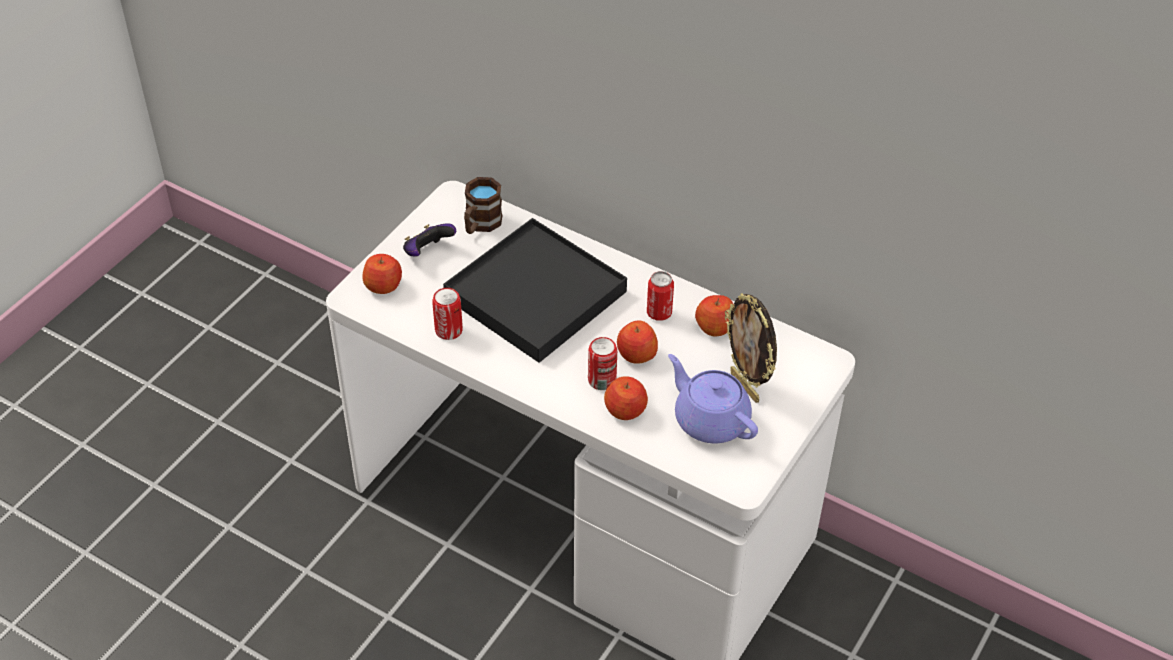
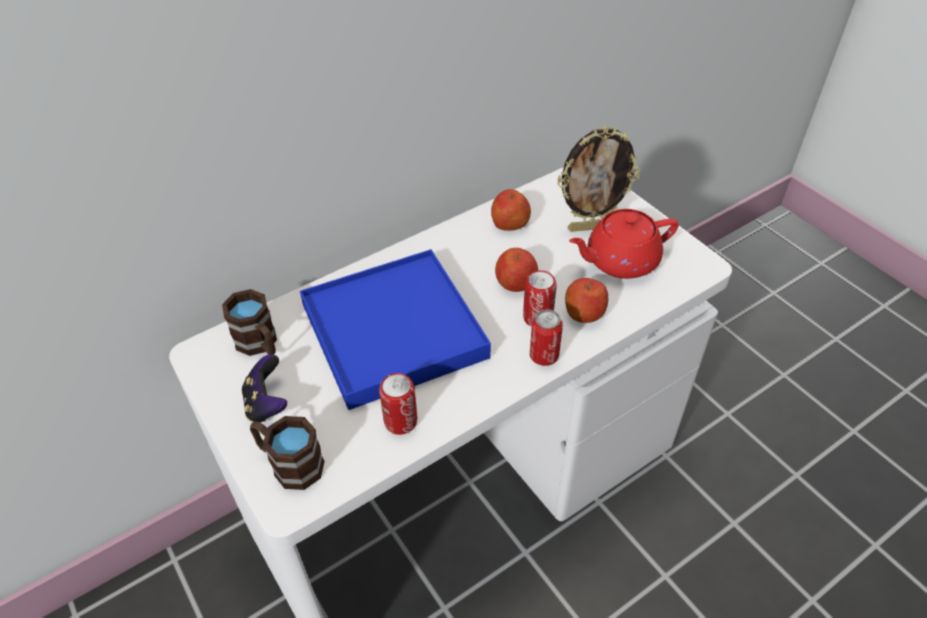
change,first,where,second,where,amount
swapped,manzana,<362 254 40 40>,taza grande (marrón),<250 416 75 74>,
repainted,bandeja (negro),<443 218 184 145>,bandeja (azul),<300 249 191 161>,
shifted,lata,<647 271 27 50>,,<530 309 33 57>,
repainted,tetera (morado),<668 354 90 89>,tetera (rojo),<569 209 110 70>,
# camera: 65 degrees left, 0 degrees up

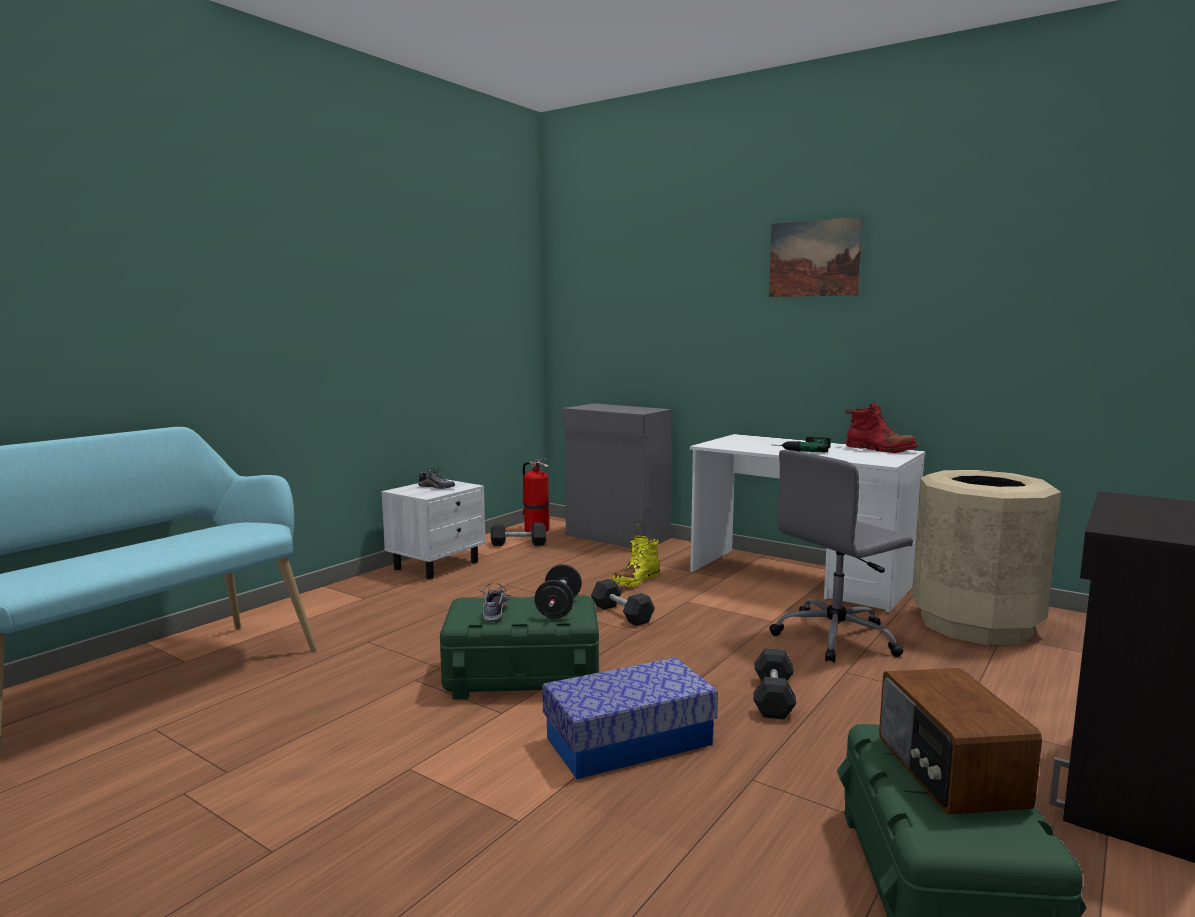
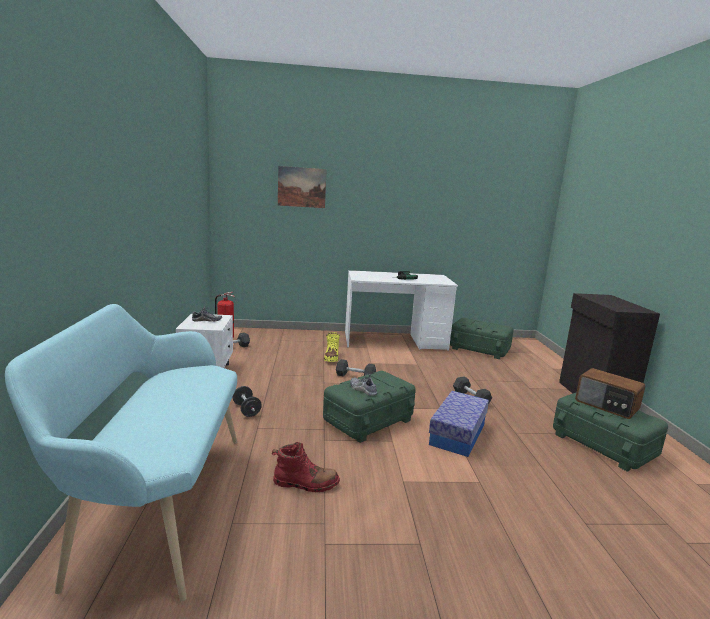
change,first,where,second,where,amount
shifted,mancuerna (negro),<534 564 48 54>,,<233 386 29 31>,
shifted,bota (rojo),<846 402 72 51>,,<272 442 68 50>,
shifted,cuadro,<769 217 94 80>,,<278 166 49 42>,
swapped,papelera (beis),<912 470 149 175>,caja de almacenaje (verde),<450 318 64 41>,
gone,armario (gris),<562 403 110 145>,,,
gone,silla de oficina (gris),<769 450 144 213>,,,
# camera: 40 degrees left, 5 degrees up

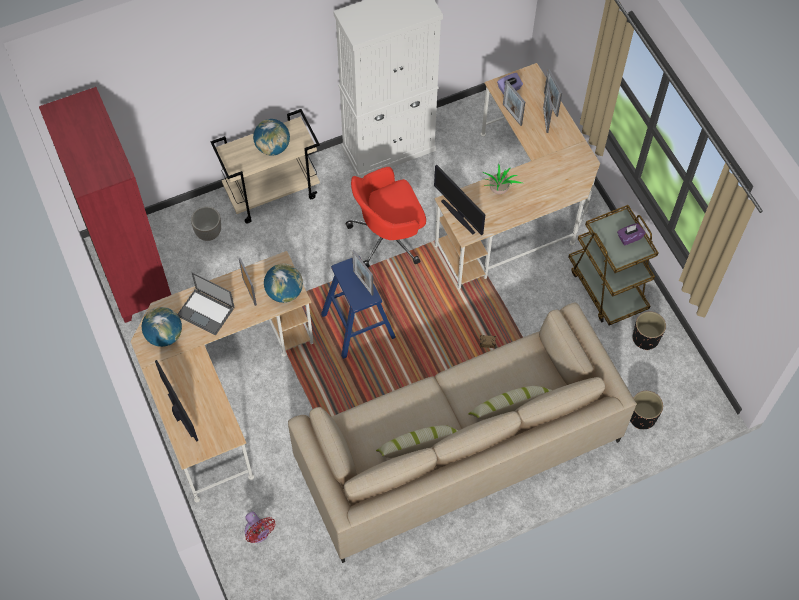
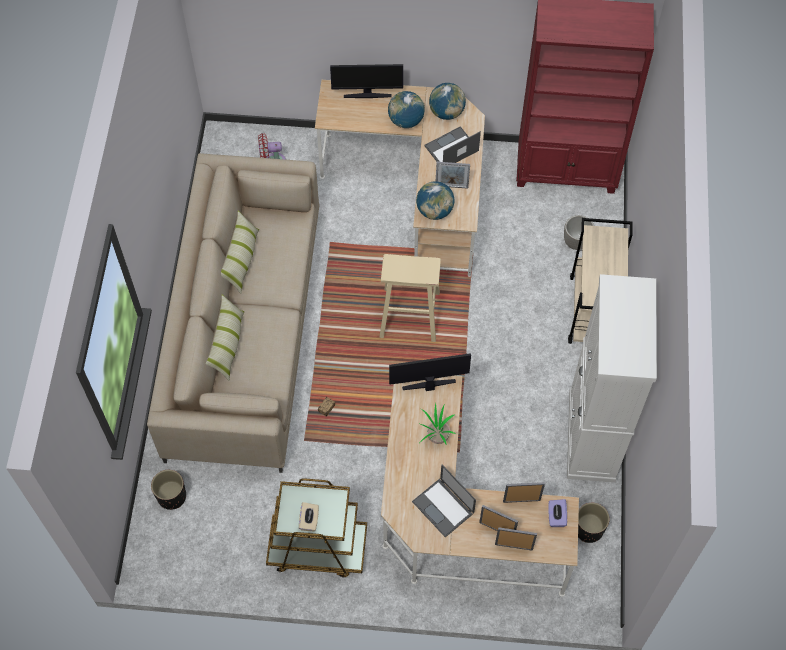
change,first,where,second,where,amount
repainted,caja de pañuelos (morado),<617 223 28 23>,caja de pañuelos (beis),<299 502 20 29>,
repainted,taburete (azul),<321 256 75 103>,taburete (beis),<379 254 62 88>,
shifted,globo terráqueo,<253 119 37 37>,,<388 91 37 37>,
new,,,portátil,<412 465 64 72>,
shifted,maceta (negro),<633 311 33 39>,,<578 503 32 40>,
gone,silla de oficina (rojo),<345 167 81 100>,,,
gone,portarretratos,<352 250 22 46>,,,
# camera: 120 degrees right, 0 degrees up

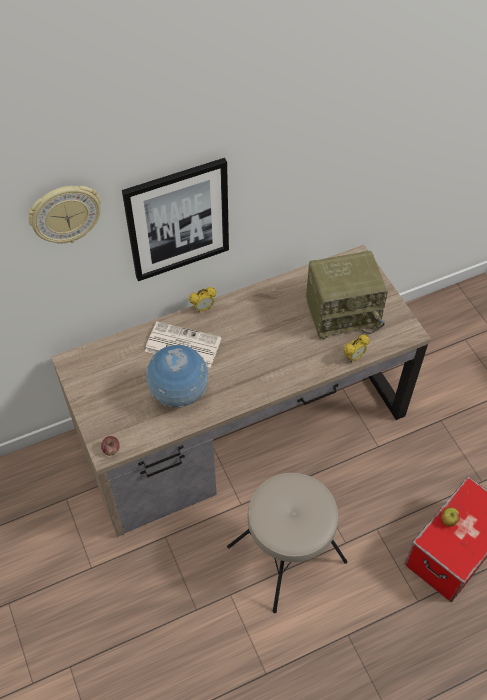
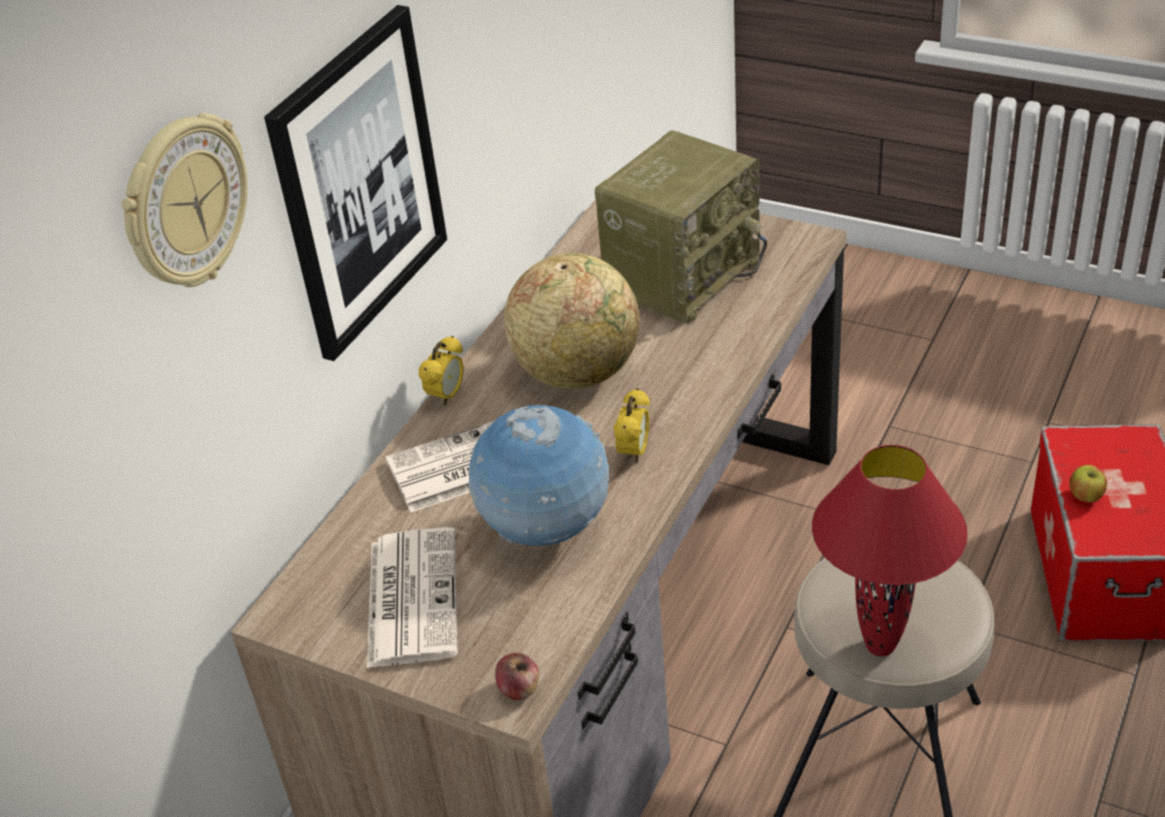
change,first,where,second,where,amount
new,,,periódico,<367 527 91 141>,
new,,,globo terráqueo,<504 253 136 136>,
shifted,despertador,<344 335 26 27>,,<613 388 37 75>,
new,,,lámpara de mesa (rojo),<812 445 156 211>,
# camera: 35 degrees left, 15 degrees down

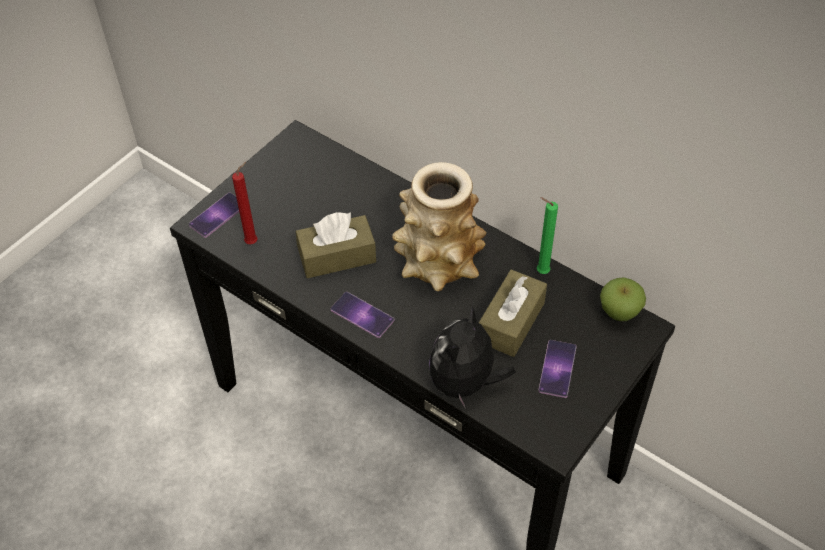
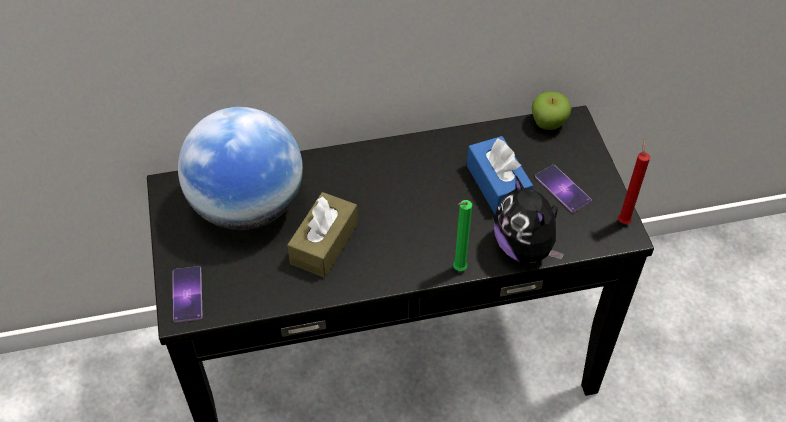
change,first,where,second,where,amount
new,,,globo terráqueo,<178 107 125 123>,
shifted,vela (verde),<537 197 21 77>,,<453 200 19 71>,
repainted,caja de pañuelos (marrón),<479 269 68 88>,caja de pañuelos (azul),<467 136 66 78>,
shifted,vela (rojo),<232 162 26 82>,,<618 139 32 85>,
gone,móvil,<331 292 64 46>,,,
gone,florero,<392 162 94 129>,,,
# camera: 50 degrees left, 0 degrees up

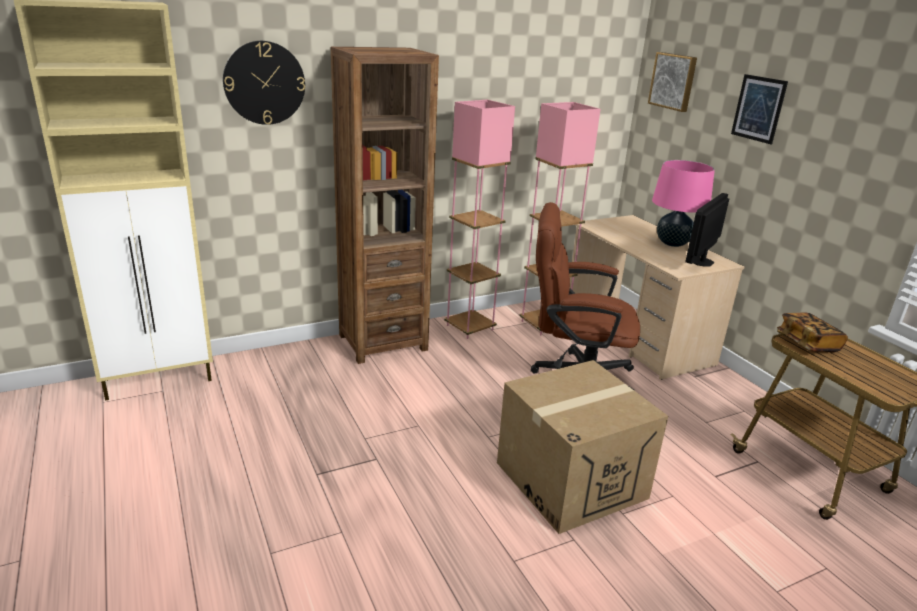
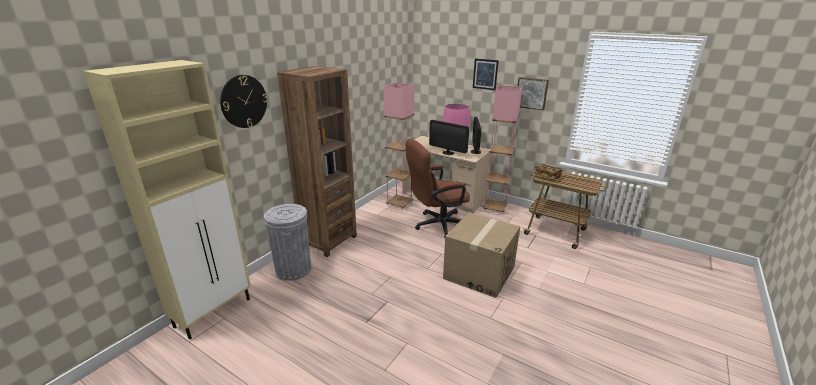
change,first,where,second,where,amount
new,,,papelera (gris),<264 204 47 77>,
new,,,monitor,<429 120 40 35>,
shifted,lámpara de pie (rosa),<444 100 71 239>,,<483 85 39 129>,
shifted,cuadro,<648 52 49 60>,,<517 77 32 33>,
# camera: 30 degrees left, 0 degrees up

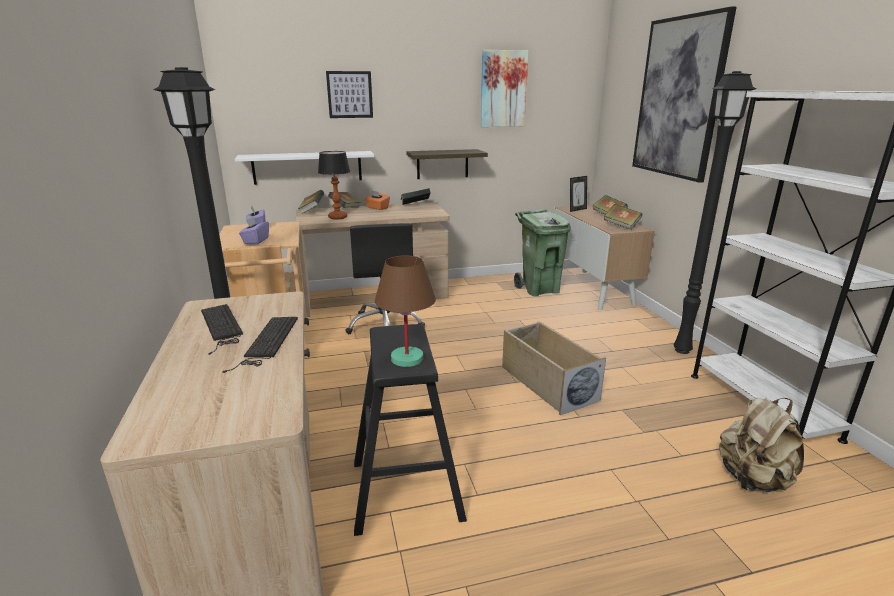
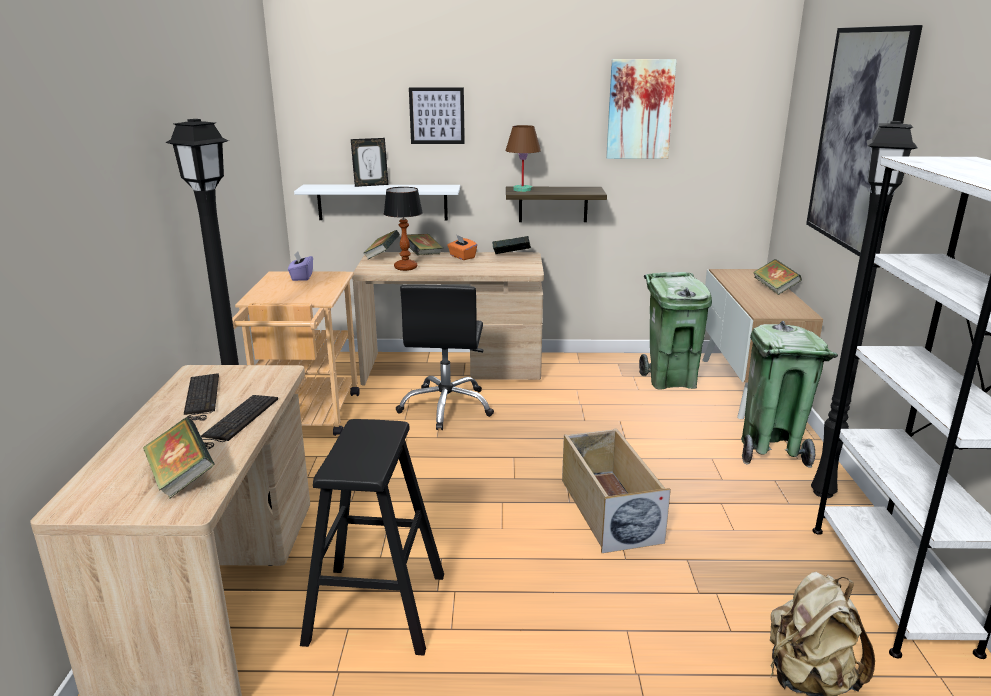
change,first,where,second,where,amount
shifted,libro,<604 204 38 26>,,<143 418 71 80>,
shifted,portarretratos,<570 176 17 36>,,<351 138 37 49>,
shifted,lámpara de mesa (marrón),<375 256 61 111>,,<506 125 35 67>,
new,,,papelera (verde),<741 321 97 147>,
gone,caja de pañuelos (morado),<239 216 30 28>,,,
# camera: 15 degrees right, 0 degrees up

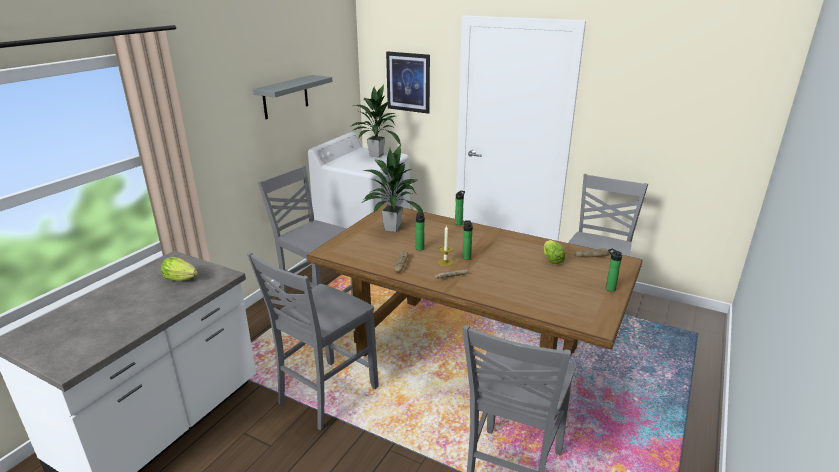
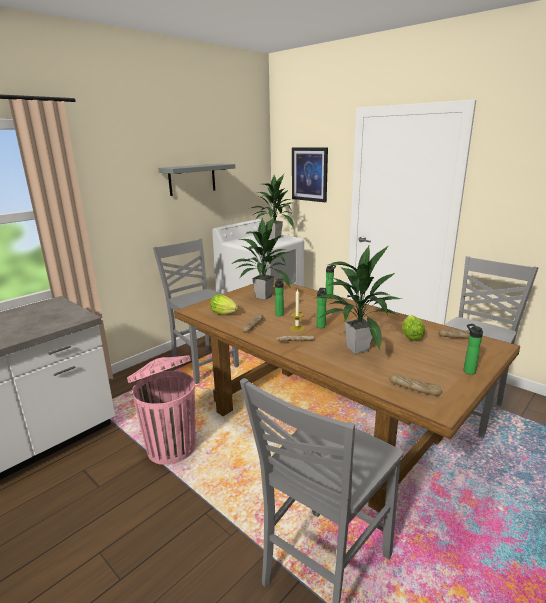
change,first,where,second,where,amount
swapped,silla (gris),<247 252 131 178>,papelera (rosa),<127 355 69 110>,
shifted,lechuga,<161 257 37 24>,,<210 294 28 21>,
new,,,planta en maceta,<316 245 85 109>,
new,,,pan,<389 374 53 22>,
# camera: 15 degrees right, 5 degrees down

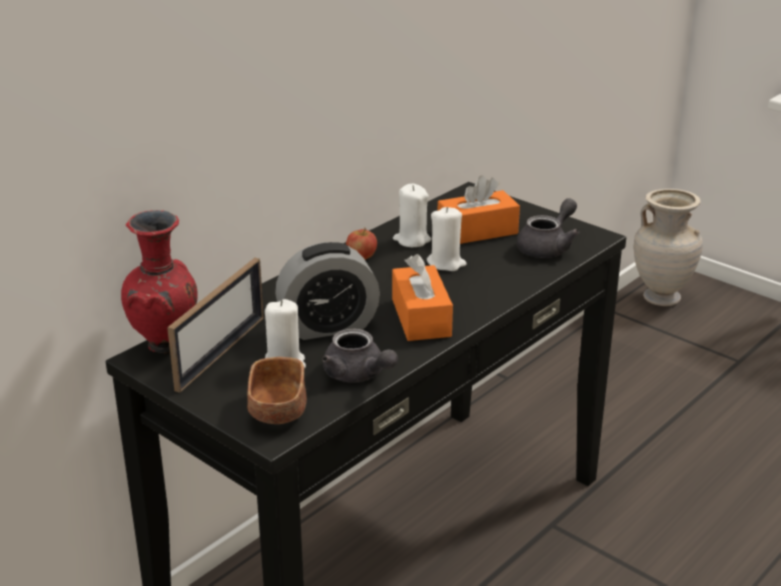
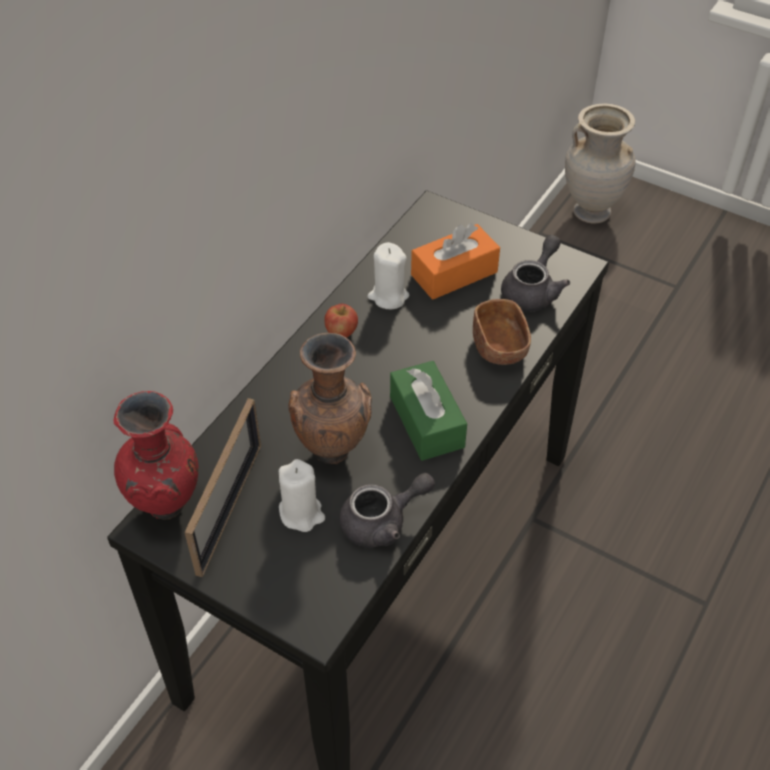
change,first,where,second,where,amount
swapped,despertador,<275 242 105 98>,florero (marrón),<288 333 84 131>,
rotated,tetera (gris),<322 329 76 54>,,<339 473 96 74>,60 degrees counterclockwise
repainted,caja de pañuelos (naranja),<392 254 61 87>,caja de pañuelos (verde),<390 361 77 100>,
shifted,cuenco (marrón),<247 357 60 67>,,<473 299 58 66>,
gone,vela (blanco),<427 207 39 64>,,,
# camera: 10 degrees left, 20 degrees up

